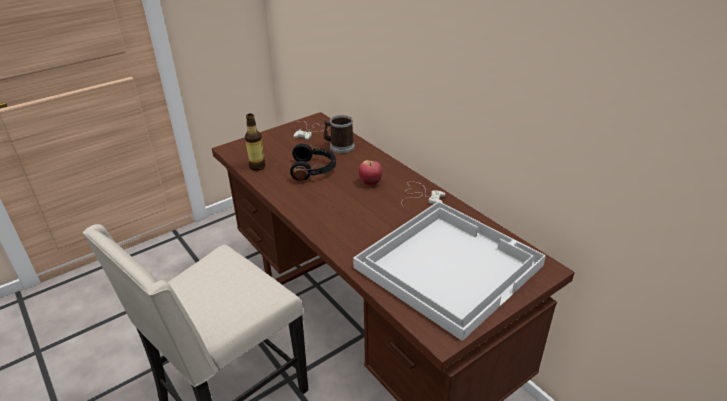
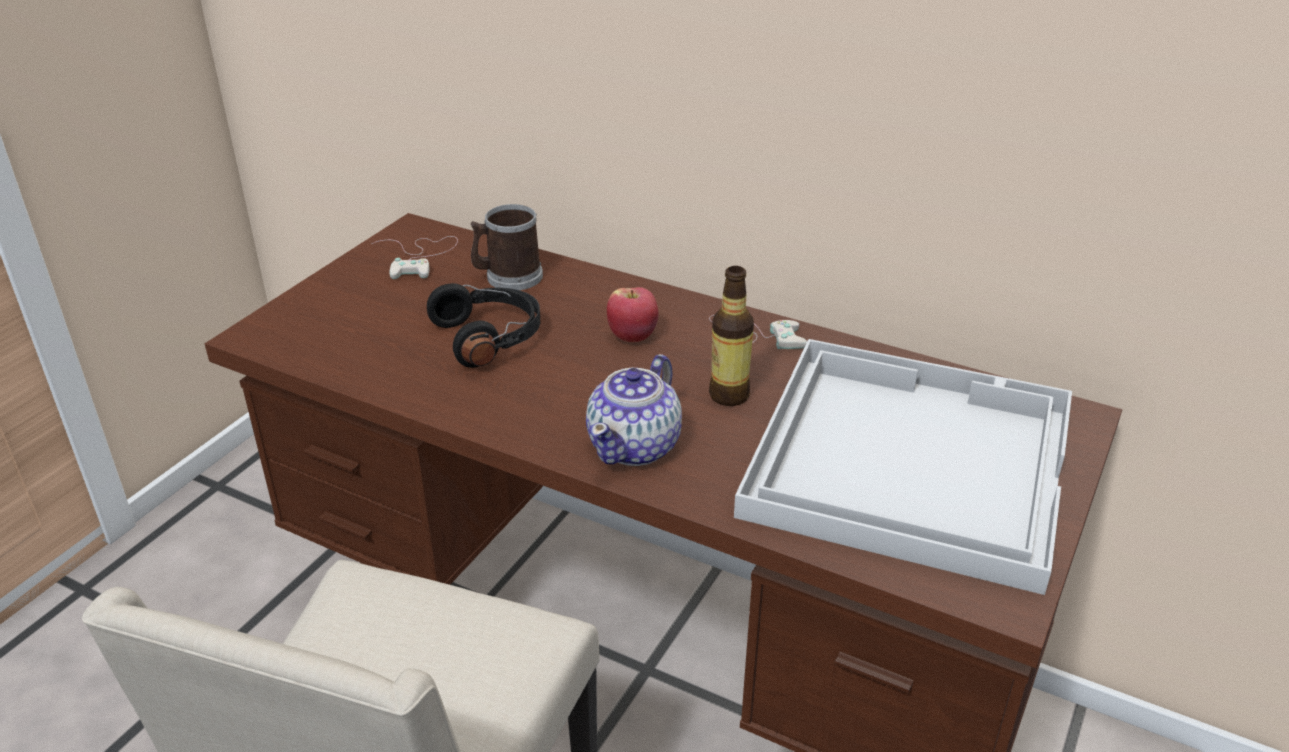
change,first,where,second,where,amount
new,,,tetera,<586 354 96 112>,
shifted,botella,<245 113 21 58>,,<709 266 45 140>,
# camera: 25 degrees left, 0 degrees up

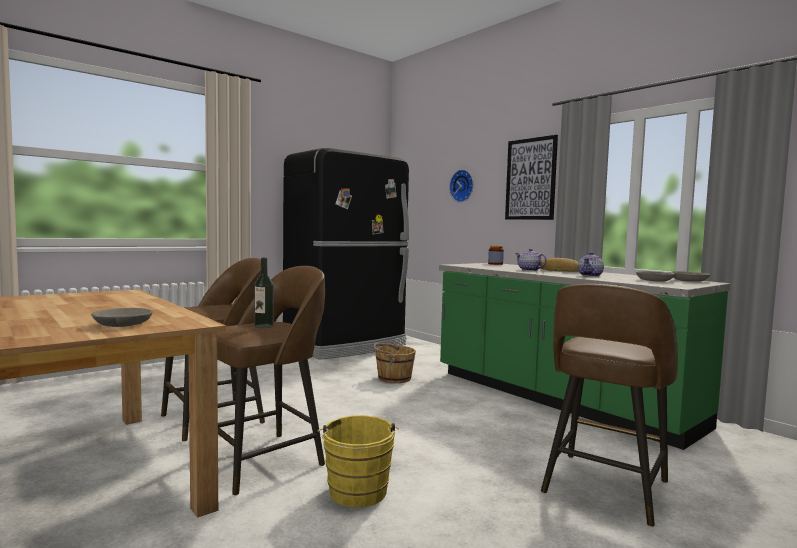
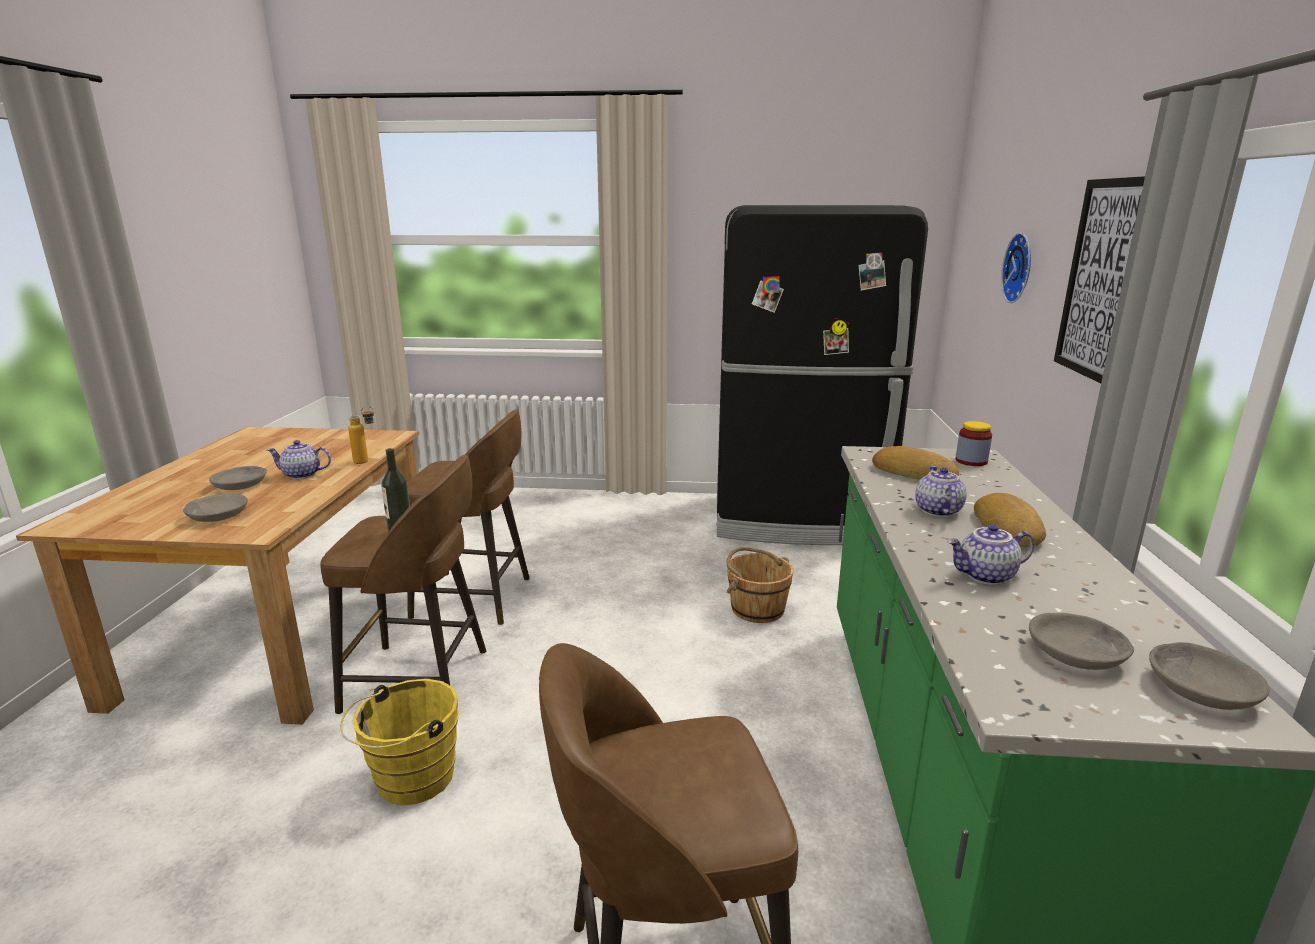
change,first,where,second,where,amount
new,,,cuenco (gris),<209 466 58 24>,
new,,,tetera,<267 440 64 39>,
new,,,botella,<348 406 26 58>,
new,,,pan,<872 446 87 34>,
# camera: 45 degrees right, 15 degrees up

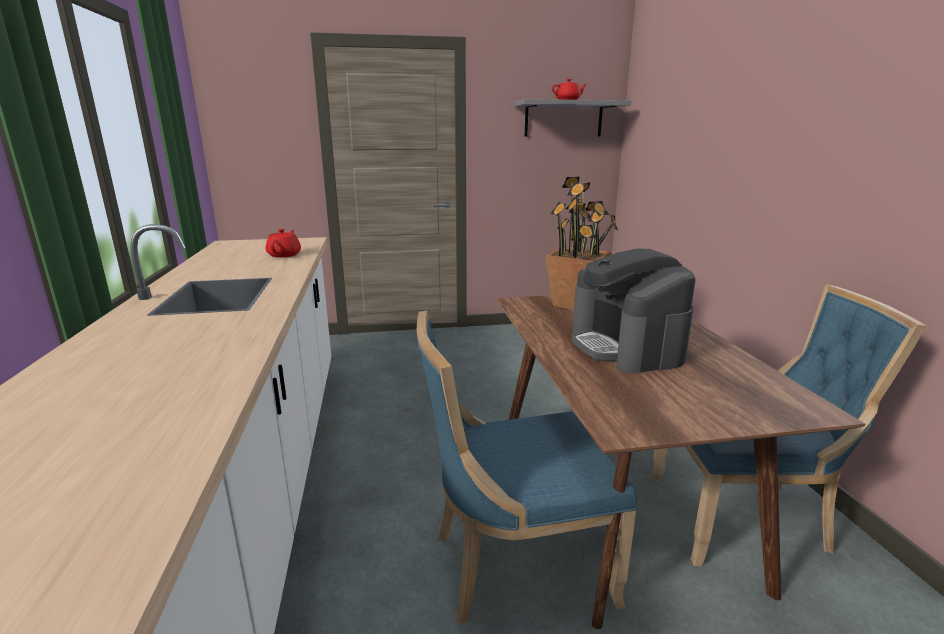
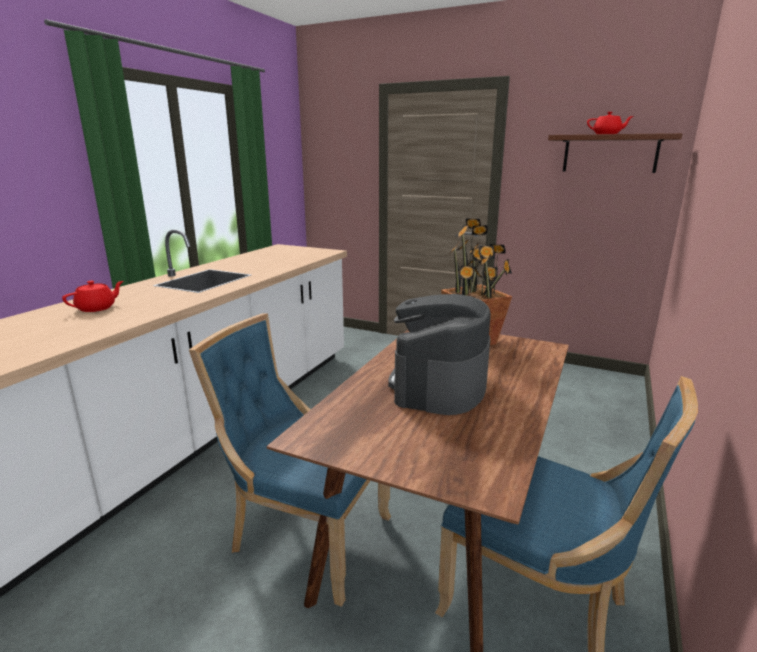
change,first,where,second,where,amount
shifted,tetera (rojo),<266 229 35 29>,,<62 281 61 31>,
repainted,estante (gris),<514 99 117 38>,estante (marrón),<548 133 134 40>,
# camera: 35 degrees right, 0 degrees up

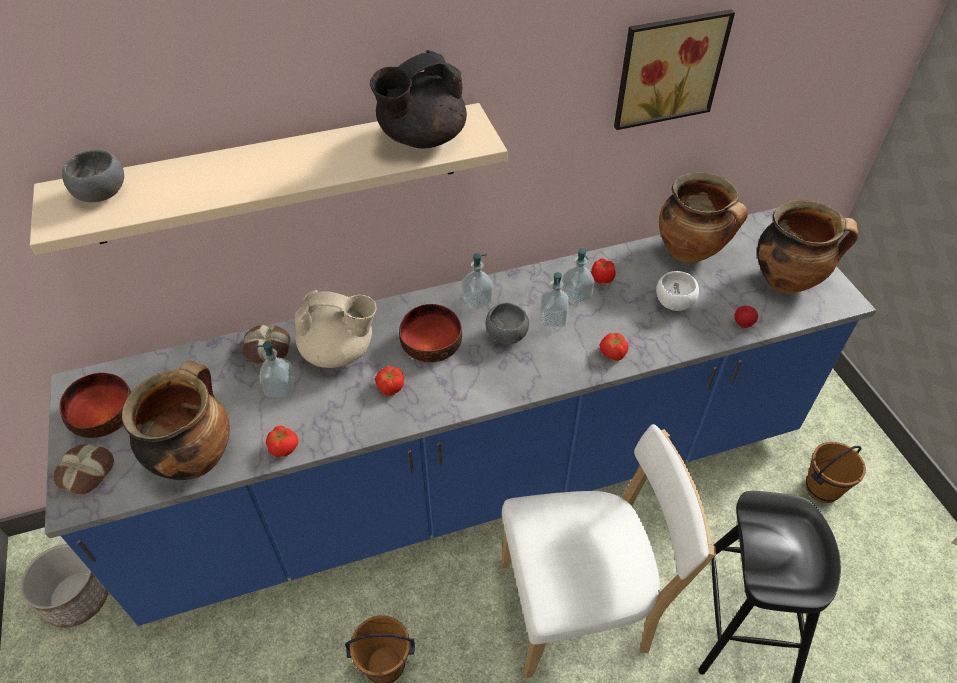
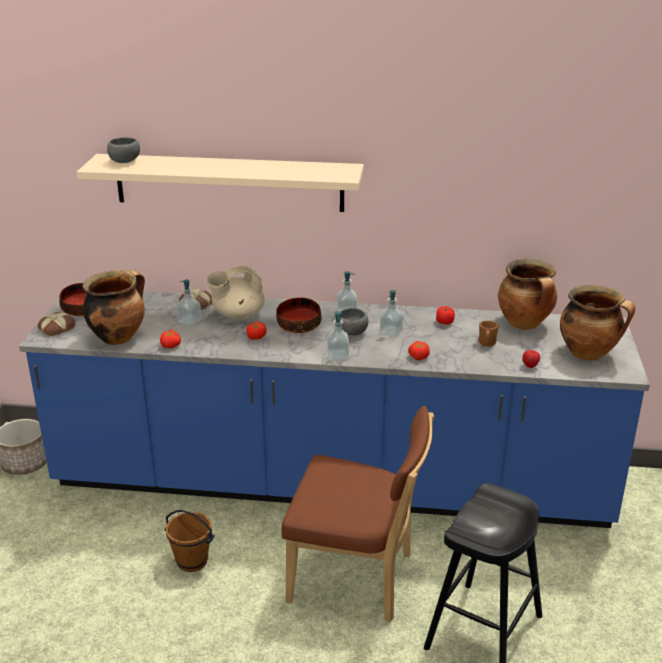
change,first,where,second,where,amount
rotated,tetera (beis),<294 290 83 78>,,<206 265 59 55>,120 degrees clockwise
repainted,silla (blanco),<501 424 215 254>,silla (marrón),<281 406 153 216>,
shifted,dispensador de jabón,<561 248 34 56>,,<327 312 22 48>,
swapped,cuenco (blanco),<656 271 43 40>,taza grande (marrón),<479 320 20 27>,
gone,tetera (negro),<370 50 97 98>,,,
gone,cuadro,<614 9 121 121>,,,
gone,cubo (marrón),<806 442 60 61>,,,
# camera: 25 degrees right, 20 degrees down

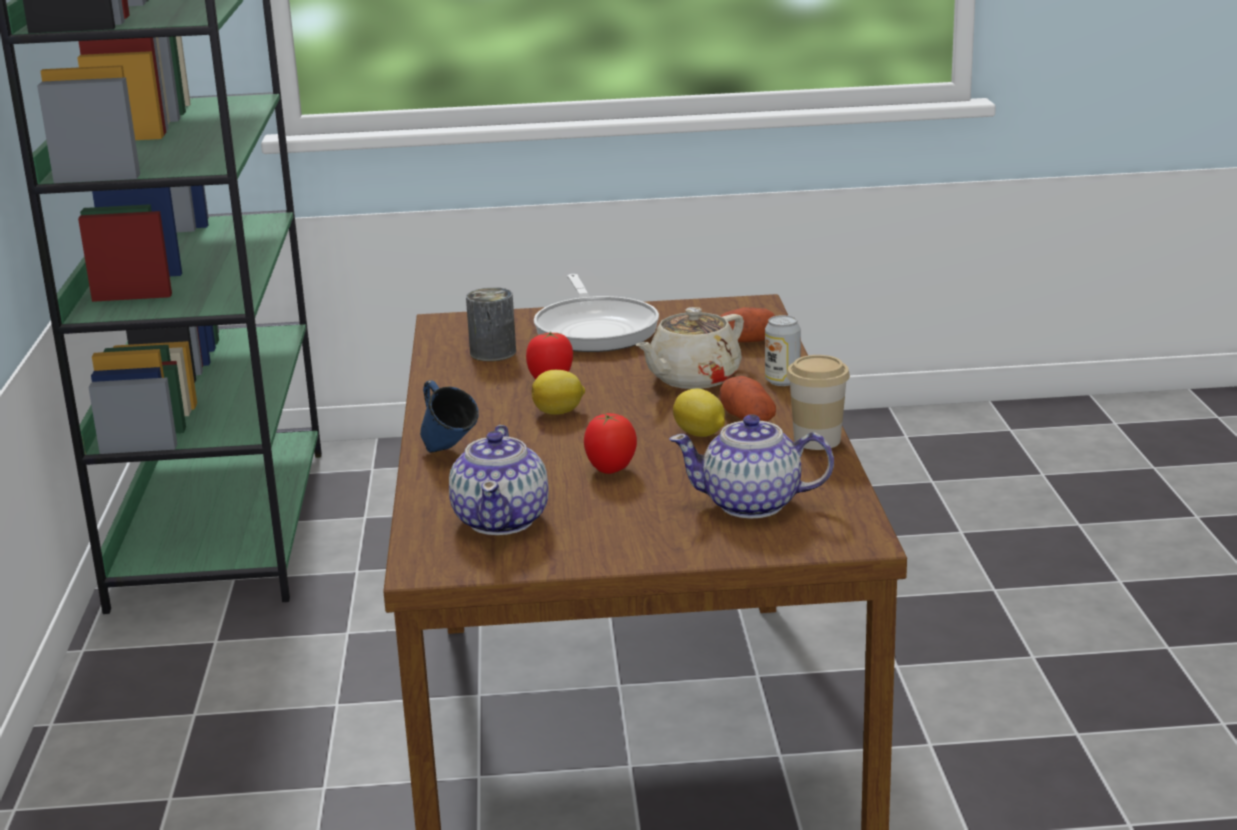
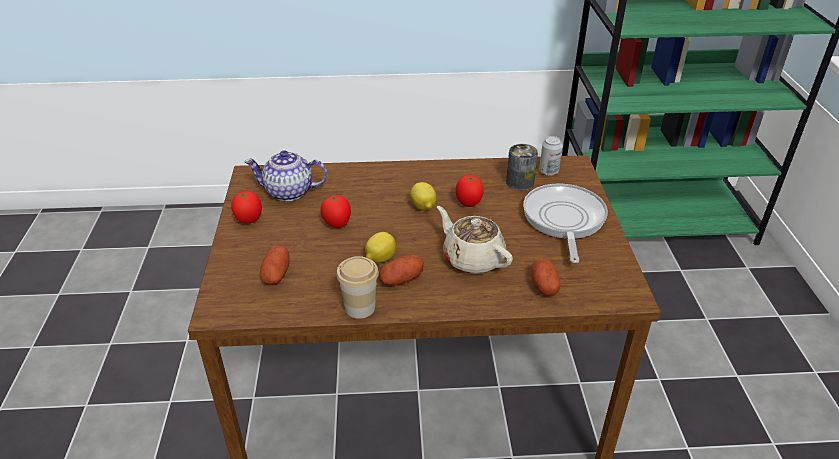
change,first,where,second,where,amount
new,,,tomate,<231 191 31 33>,
swapped,tetera,<669 414 165 105>,patata,<260 245 30 39>,
rotated,sartén,<534 274 125 78>,,<523 184 85 79>,105 degrees clockwise
shifted,lata,<765 315 36 71>,,<539 136 24 40>,
gone,taza grande (azul),<420 381 59 71>,,,
# camera: 90 degrees right, 15 degrees up

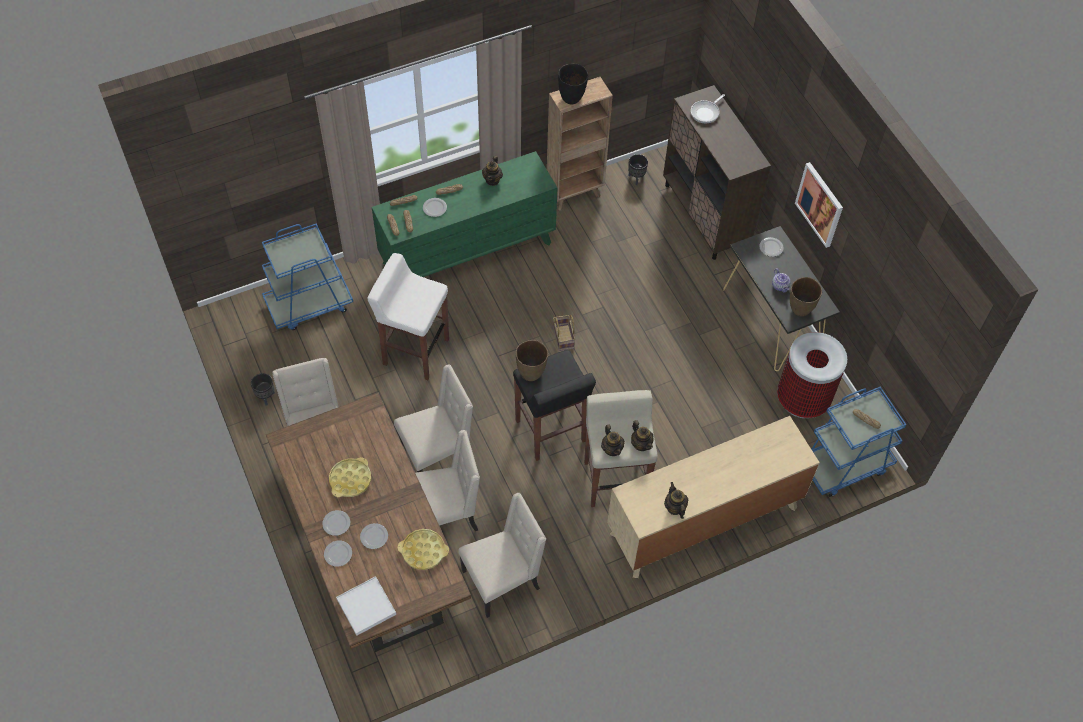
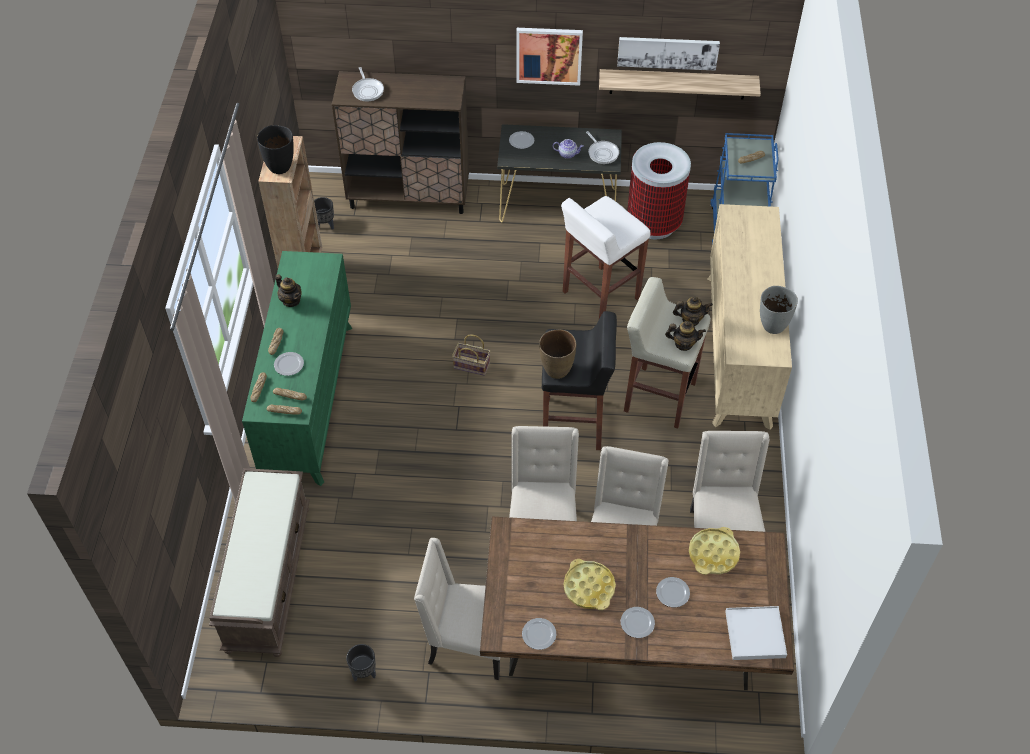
change,first,where,second,where,amount
swapped,carrito (azul),<262 223 91 107>,banco (marrón),<209 468 101 189>,
shifted,plato,<324 540 28 27>,,<522 618 34 32>,
shifted,taburete (blanco),<367 253 82 127>,,<561 196 90 123>,
swapped,florero (marrón),<790 277 32 39>,sartén,<586 131 33 33>,
new,,,estante,<599 69 162 31>,
new,,,cuadro,<617 37 103 34>,
swapped,tetera,<664 482 24 37>,florero (gris),<760 286 38 48>,
# camera: 60 degrees left, 5 degrees down

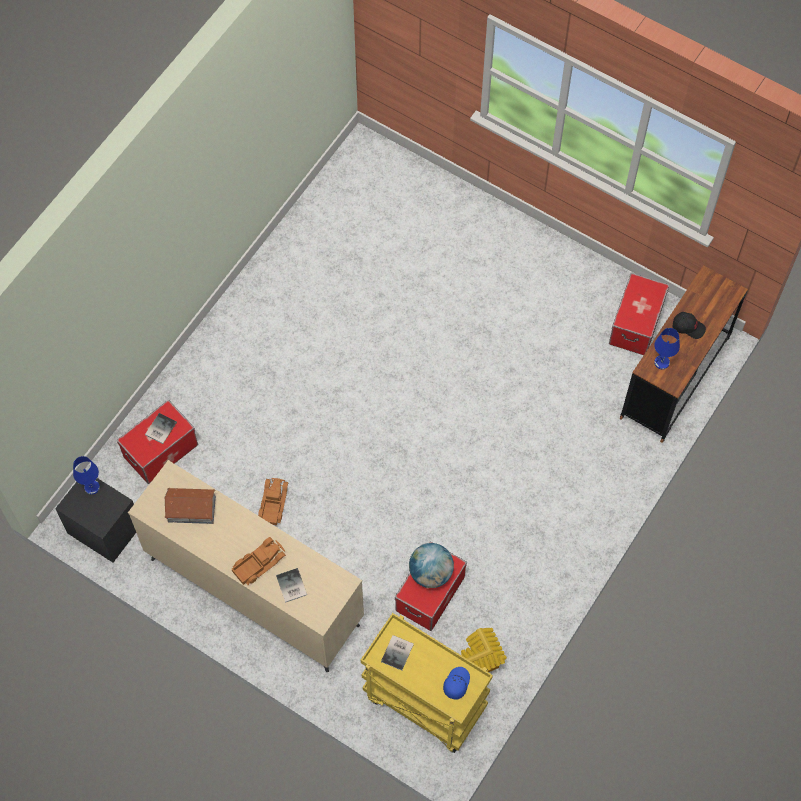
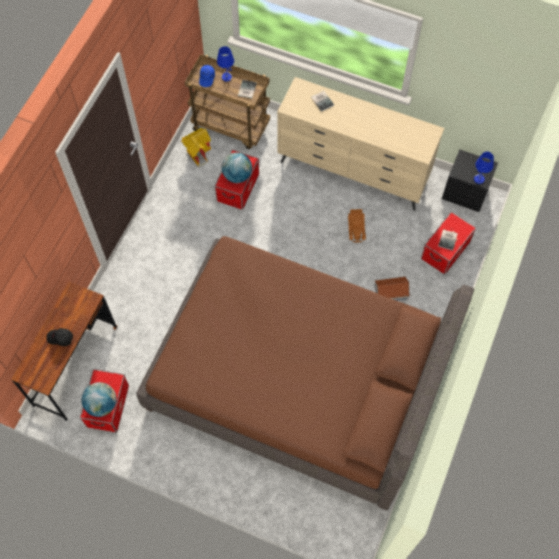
change,first,where,second,where,amount
new,,,globo terráqueo,<82 382 35 35>,
new,,,cama (marrón),<136 236 338 274>,
repainted,carrito (amarillo),<361 613 132 140>,carrito (marrón),<185 54 85 95>,
shifted,lámpara de mesa (azul),<654 328 26 41>,,<217 46 17 36>,
shifted,casita,<164 488 52 36>,,<374 277 36 24>,
gone,camión de juguete,<232 537 54 48>,,,
# camera: 170 degrees right, 0 degrees up

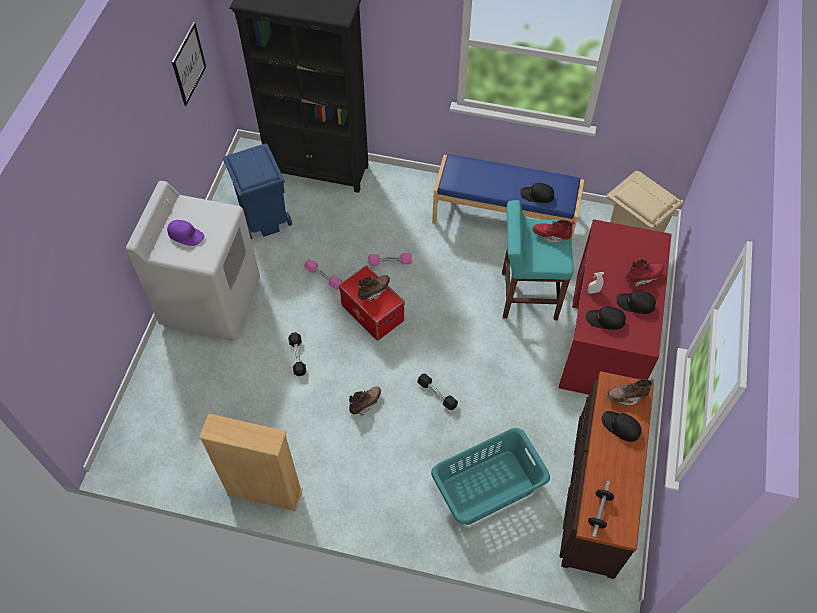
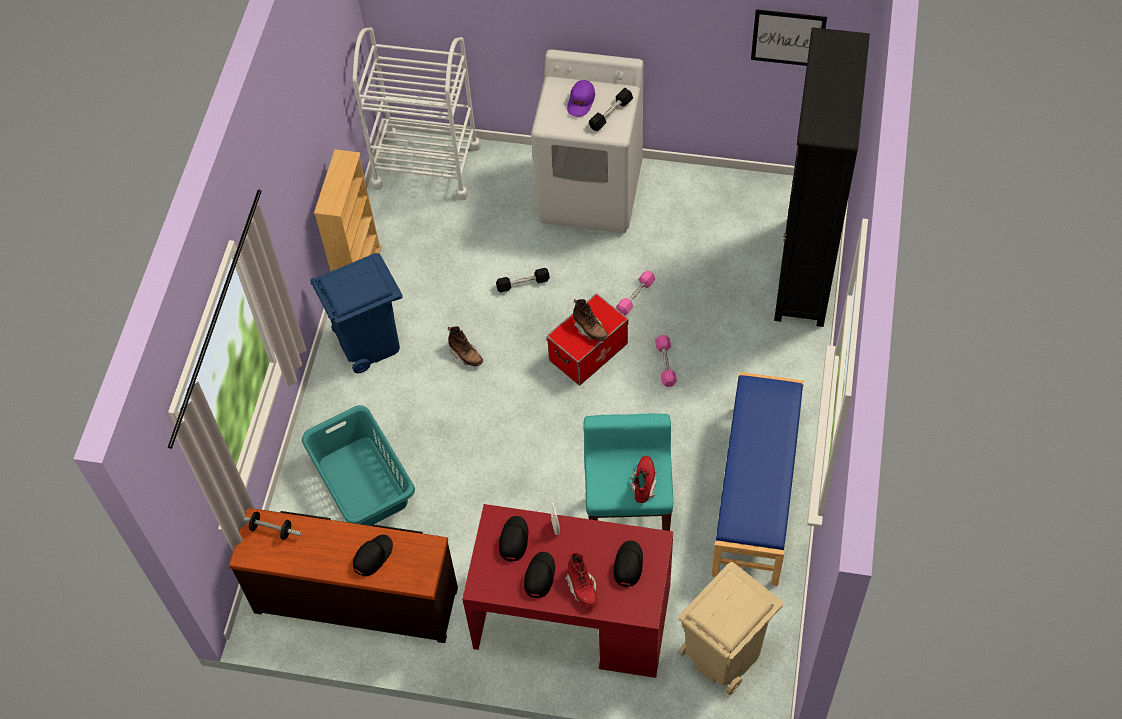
change,first,where,second,where,amount
shifted,papelera (azul),<223 143 69 96>,,<310 253 93 120>,
new,,,carrito (blanco),<352 27 129 173>,
shifted,mancuerna (negro),<417 373 41 37>,,<589 88 44 43>,
shifted,gorra (negro),<520 183 34 20>,,<613 541 30 46>,
gone,bota (marrón),<607 379 47 26>,,,
# camera: 90 degrees right, 0 degrees up

